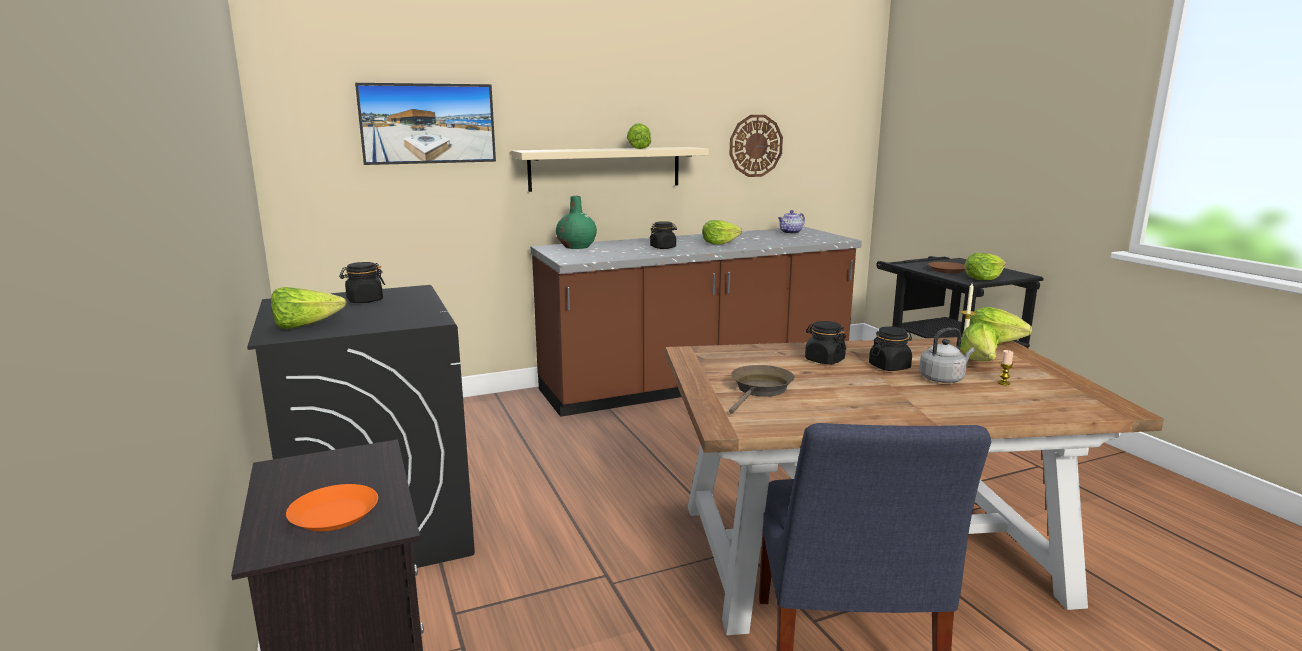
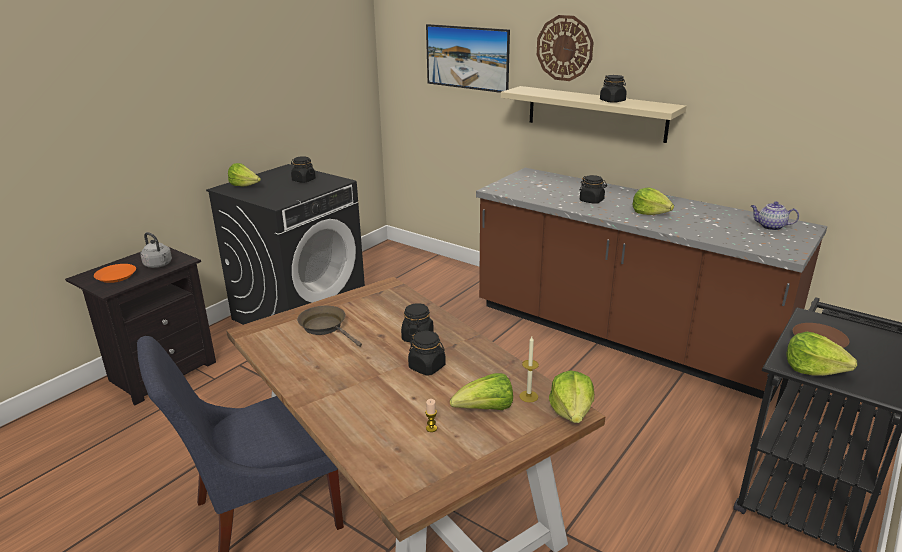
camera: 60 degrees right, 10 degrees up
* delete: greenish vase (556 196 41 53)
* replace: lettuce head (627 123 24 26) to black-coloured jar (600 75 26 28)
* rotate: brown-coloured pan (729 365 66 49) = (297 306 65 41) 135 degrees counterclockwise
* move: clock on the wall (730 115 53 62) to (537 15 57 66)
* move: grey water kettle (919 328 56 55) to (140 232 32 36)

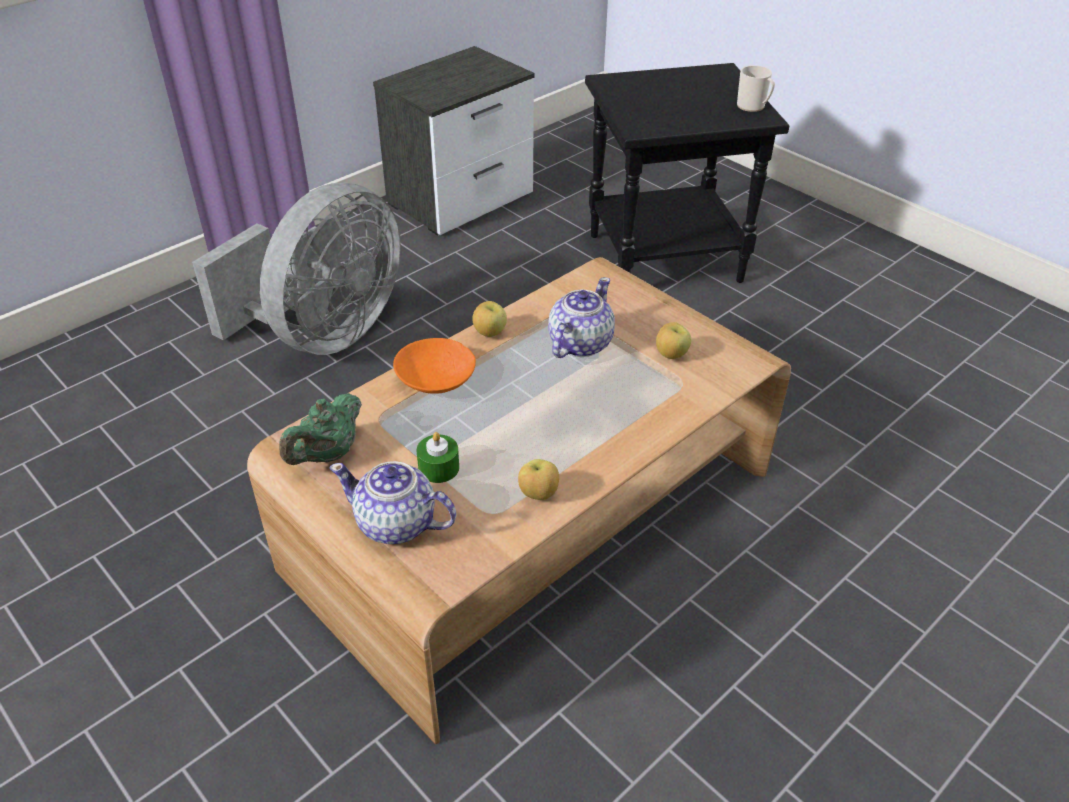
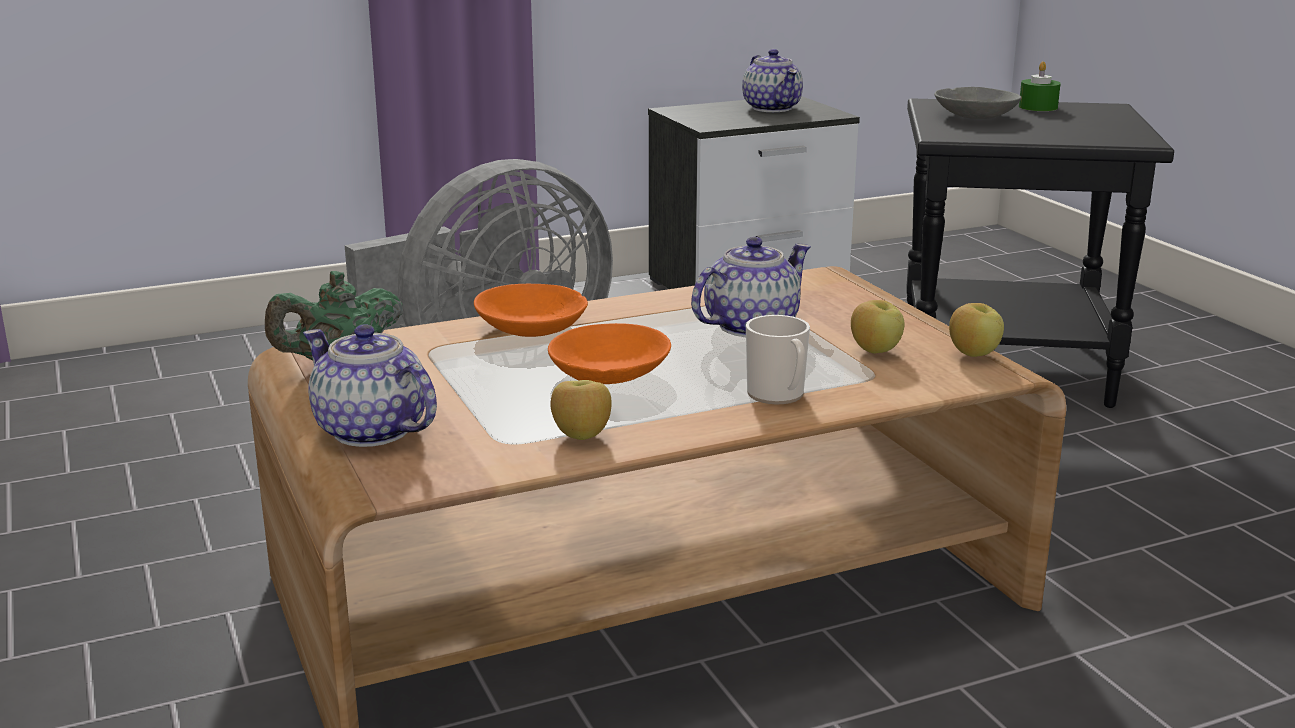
camera: 20 degrees right, 20 degrees down
* move: greenish wax candle (417 432 42 51) to (1019 61 42 50)
* move: whole apple (472 301 35 36) to (949 303 55 54)
* move: tea mug (737 65 38 47) to (746 315 64 89)
* insert: orangey bowl (548 323 123 61)
* insert: tea pot (742 49 61 63)
* insert: grey bowl (934 87 87 32)

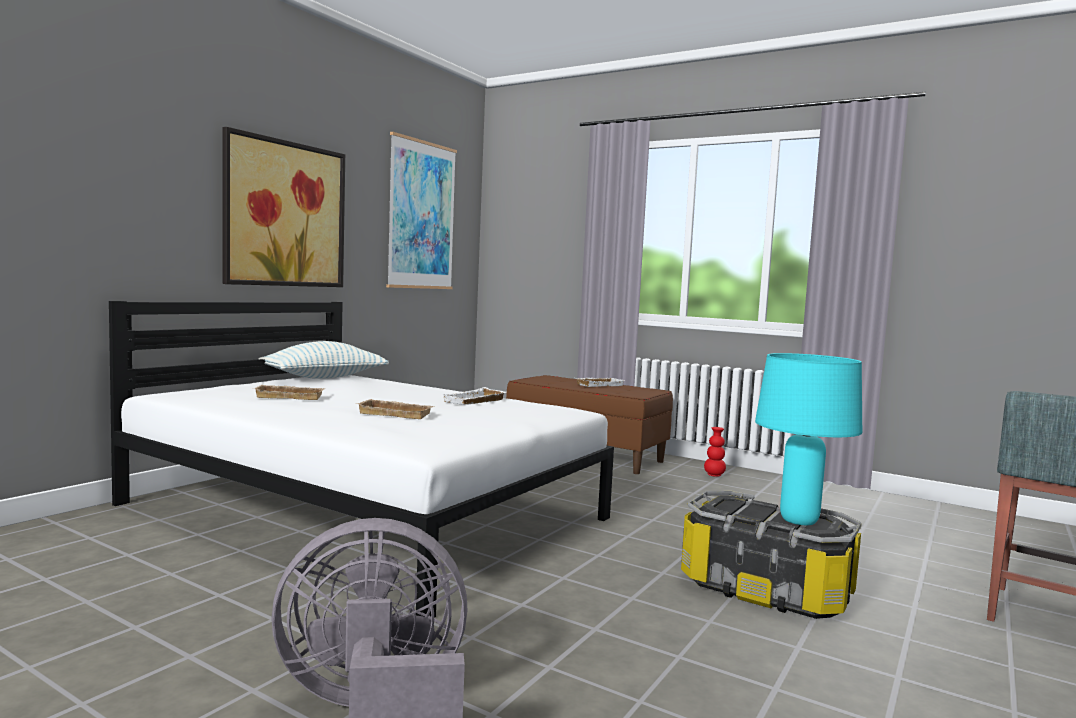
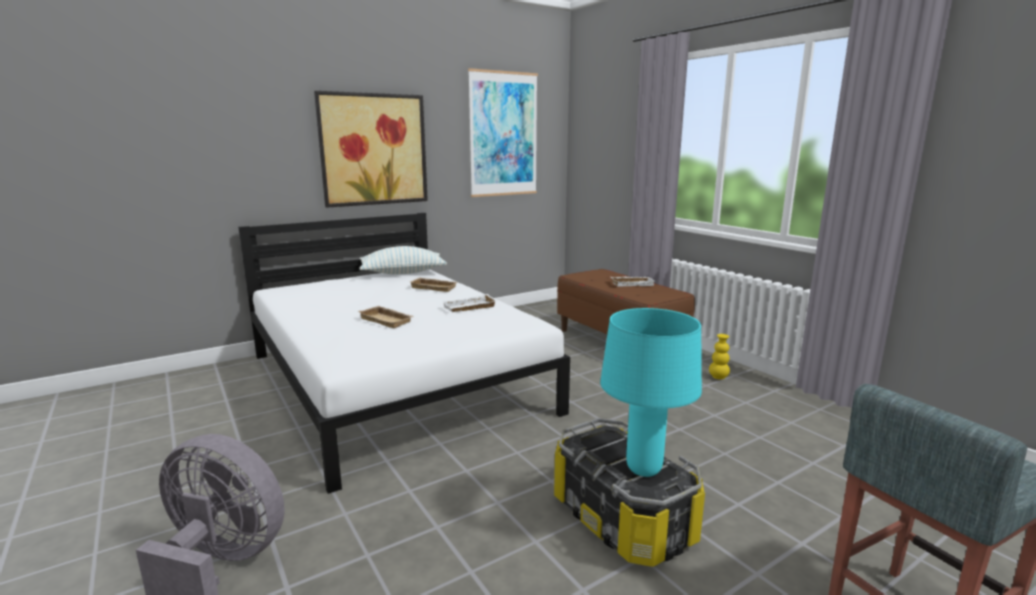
camera: 25 degrees right, 10 degrees up
* move: beige serving tray (253 385 73 15) to (411 278 47 14)
* recolor: reddish vase (704 427 22 50) to yellowish vase (709 334 21 46)

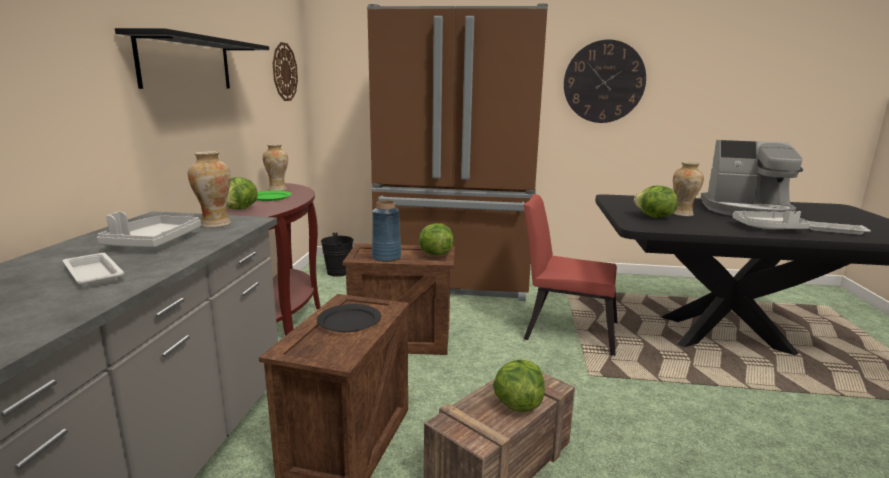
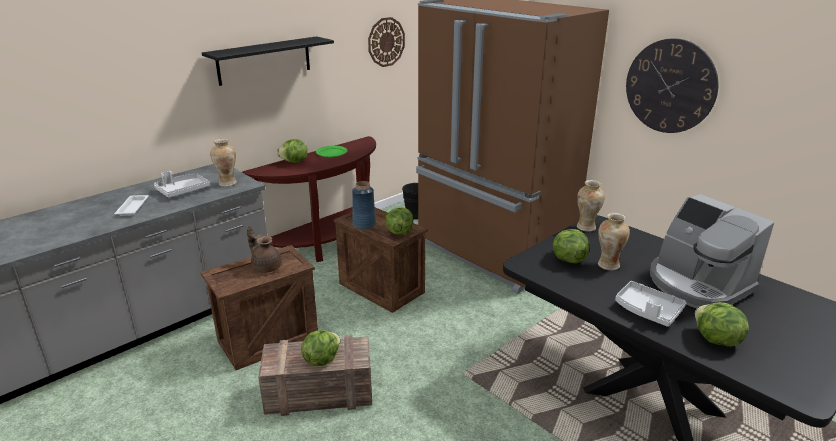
camera: 40 degrees right, 10 degrees up
* move: vase (263 144 25 47) to (577 180 28 52)
* replace: black-coloured plate (317 304 64 28) to brown-coloured tea pot (247 226 35 47)
* delete: reddish plain chair (524 194 93 162)
* replace: white serving tray (809 221 62 14) to lettuce head (695 302 54 45)

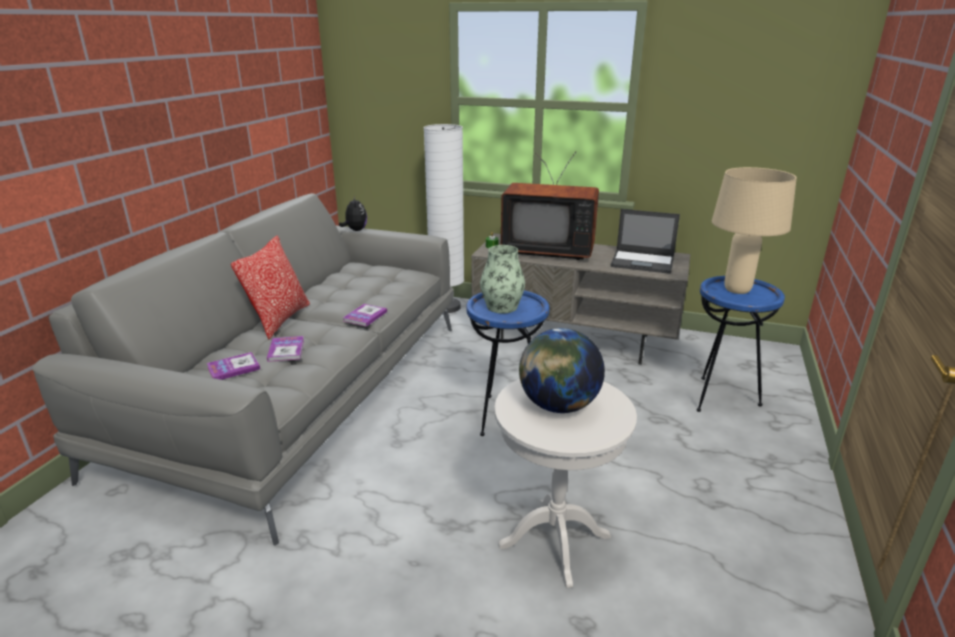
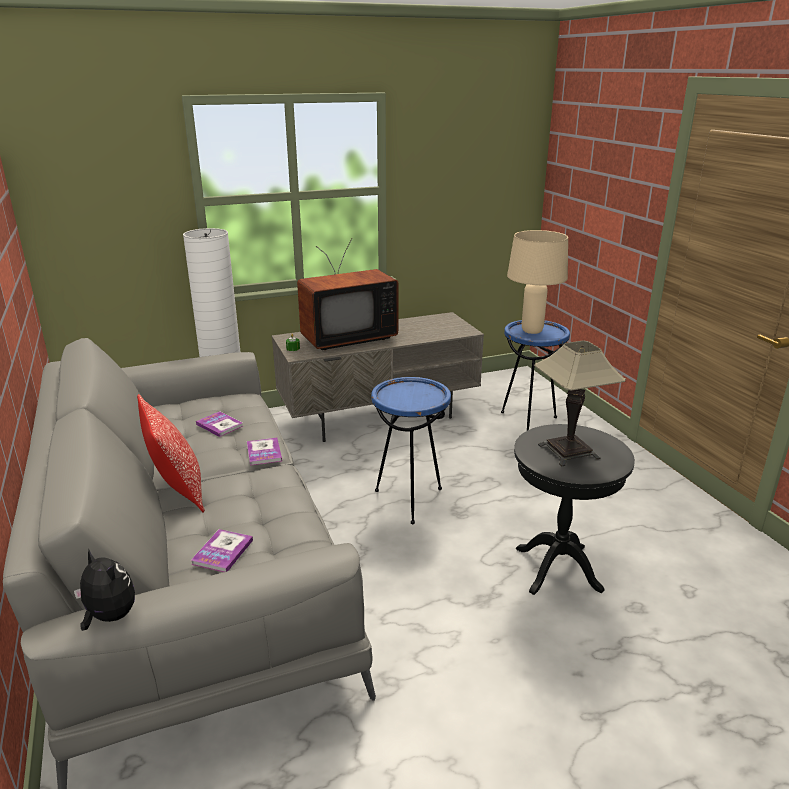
camera: 40 degrees left, 0 degrees up
* move: bound book (267 336 37 26) to (196 411 47 26)
* move: soft toy (339 196 28 35) to (74 550 61 81)
* delete: vase (480 245 45 68)
* recolor: white end table (495 379 142 209) to black-coloured end table (514 424 121 171)
* replace: world globe (519 328 86 85) to table lamp (534 340 92 127)
* delete: laptop (611 209 69 65)

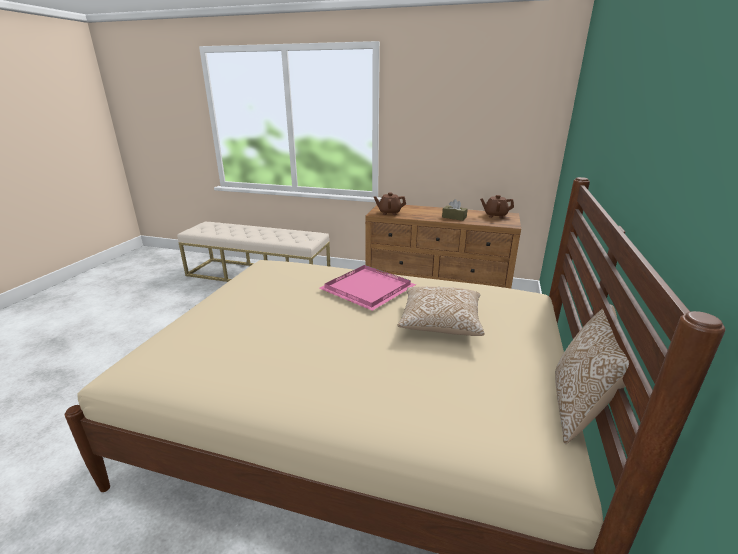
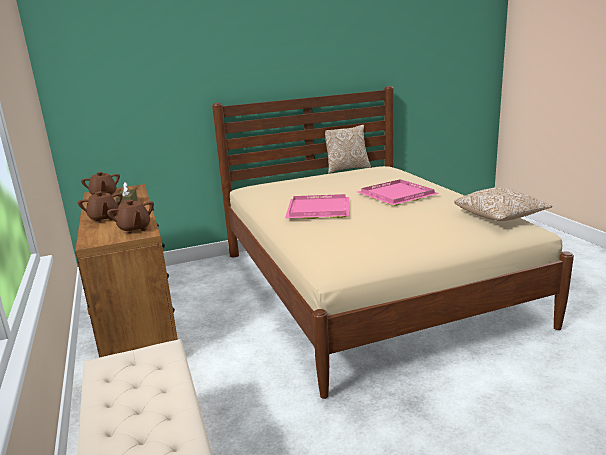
camera: 125 degrees left, 5 degrees down
* move: cushion (397 287 88 49) to (454 187 98 34)
* insert: brown-coloured tea pot (78 191 45 32)
* insert: pink-coloured serving tray (358 179 81 27)

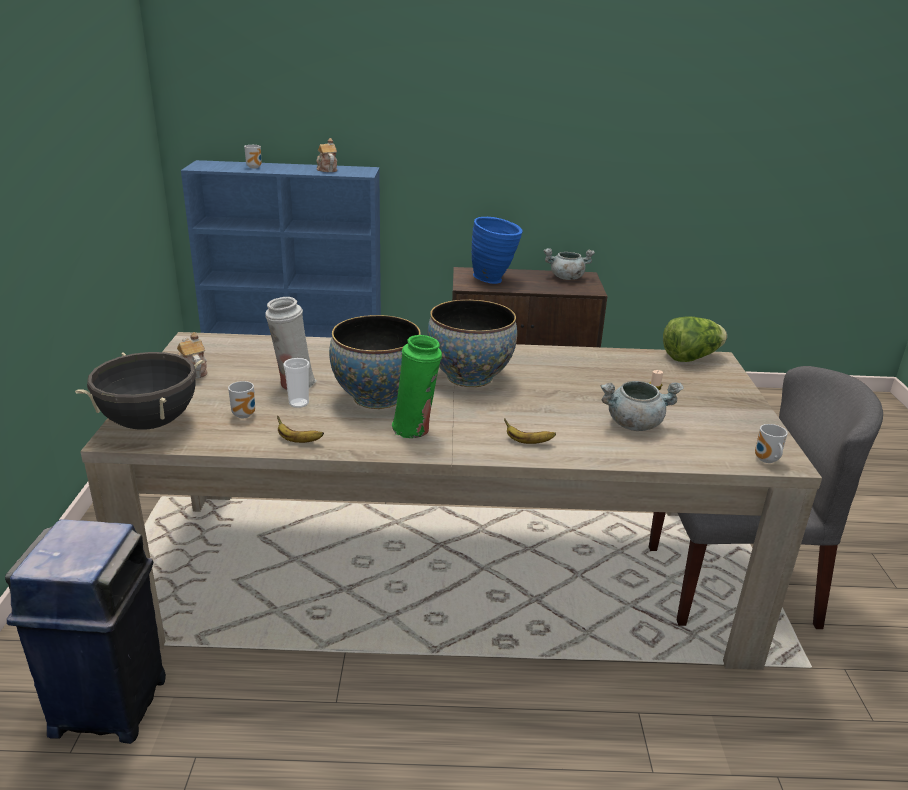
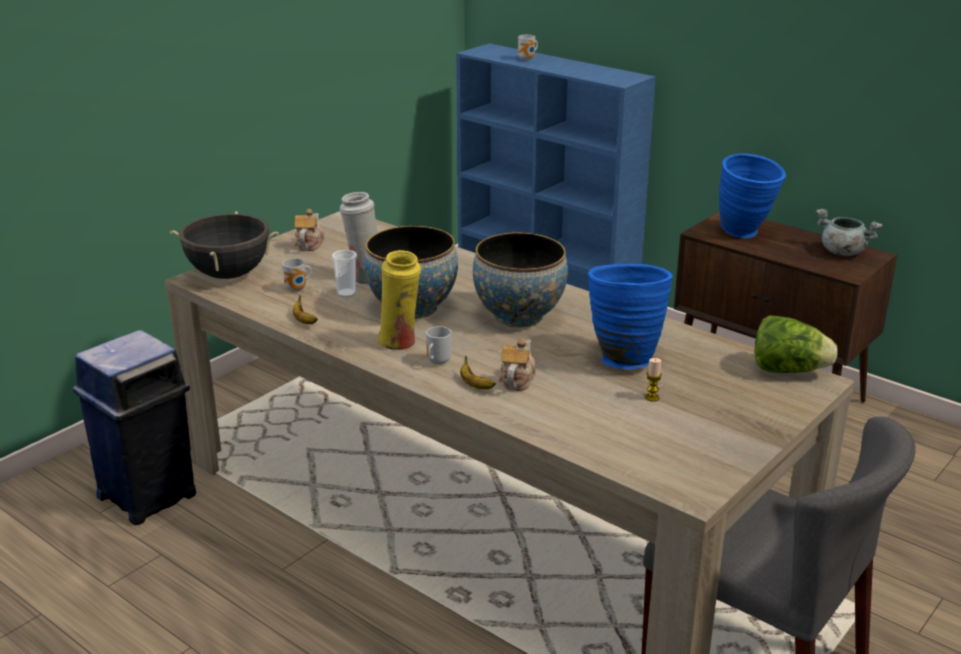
camera: 40 degrees right, 0 degrees up
* move: tea pot (316 138 21 34) to (499 338 37 53)
* recolor: greenish vase (392 335 50 103) to yellowish vase (377 250 44 100)
* delete: grey stockpot (601 381 83 50)
* move: tea mug (755 424 33 39) to (426 326 25 39)
* insert: blue vase (588 264 85 105)

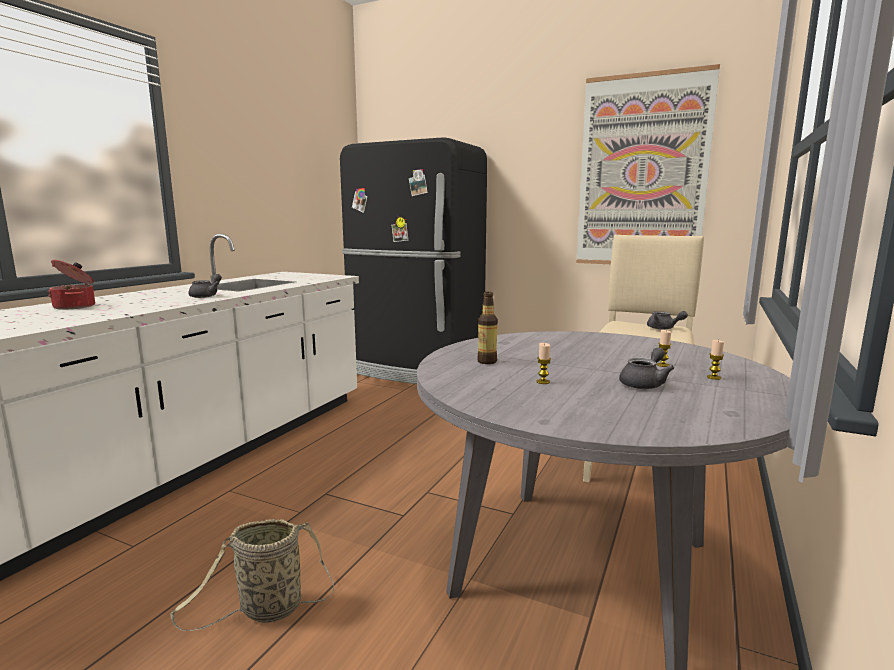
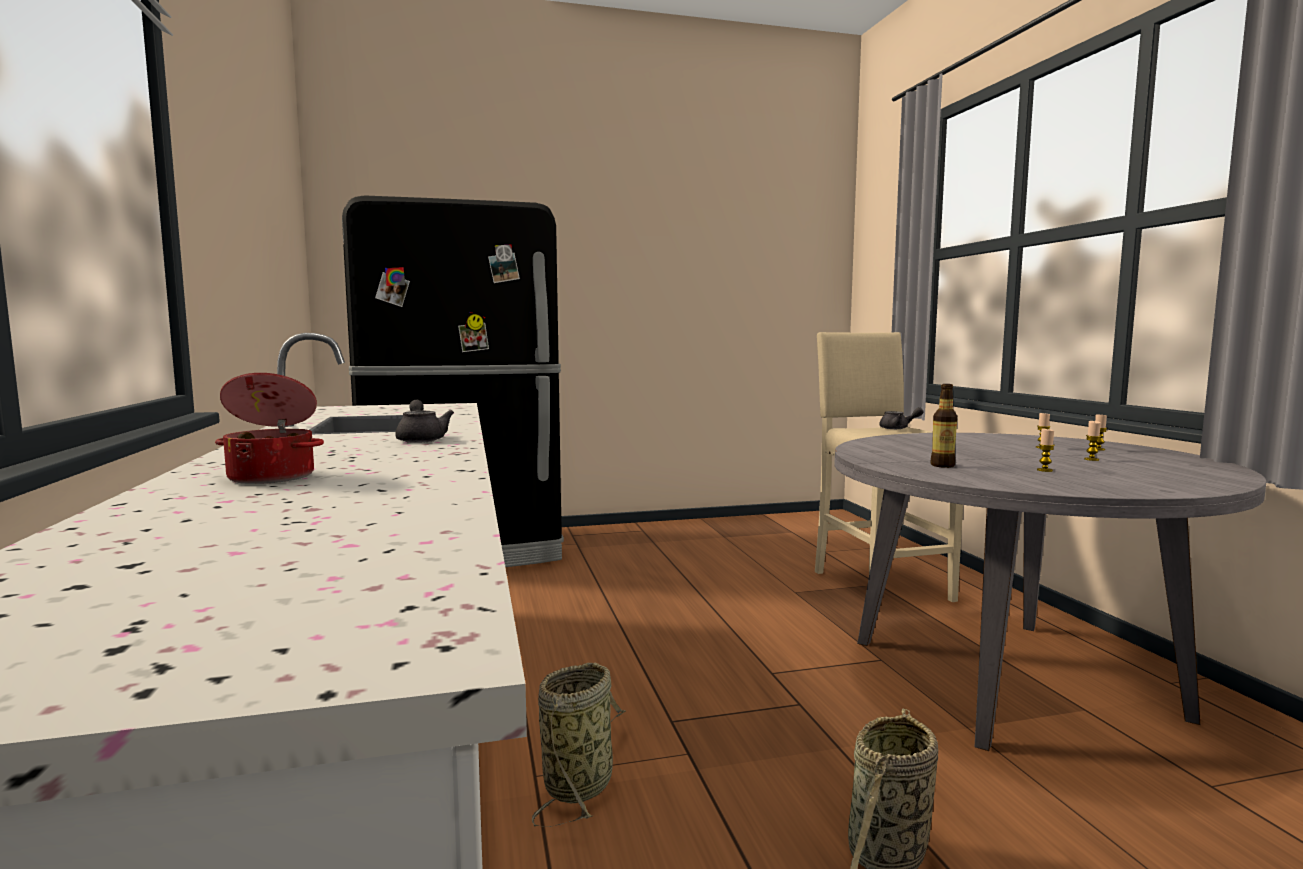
camera: 40 degrees left, 5 degrees down
* delete: picture (576 64 144 200)
* replace: grey tea pot (619 347 55 42) to wax candle (1084 421 17 40)
* insert: basket (532 663 94 164)

